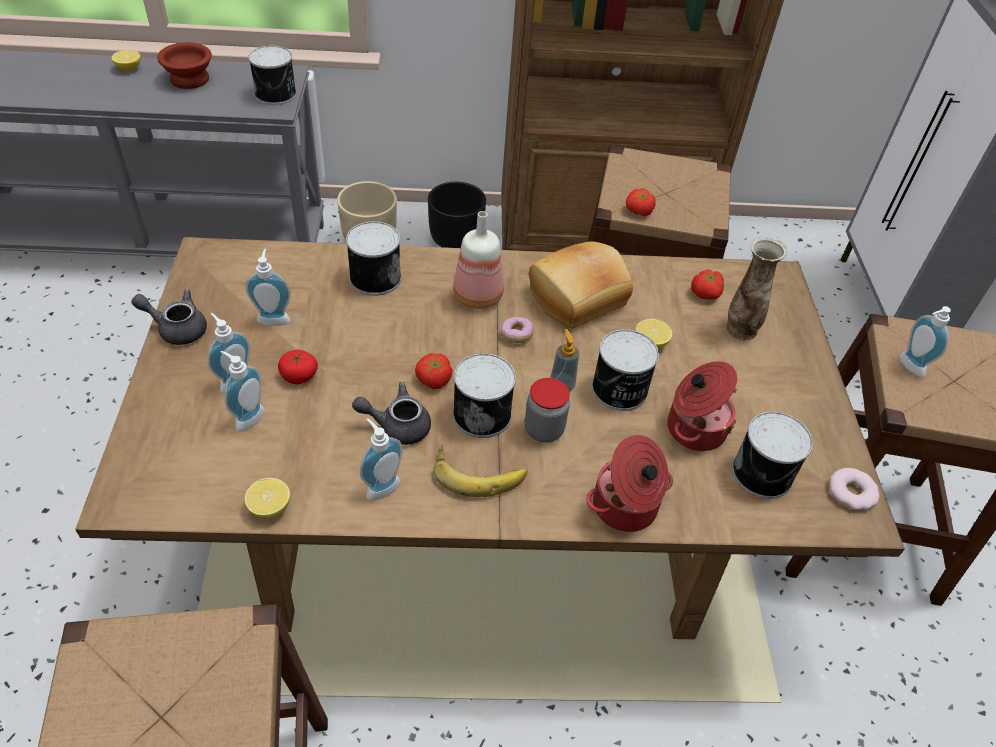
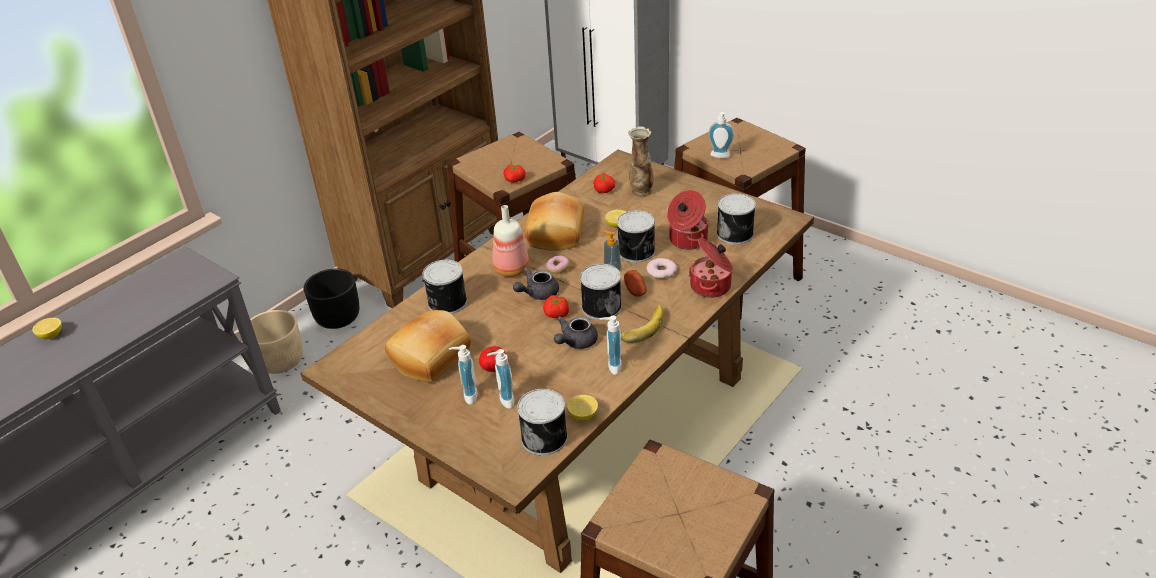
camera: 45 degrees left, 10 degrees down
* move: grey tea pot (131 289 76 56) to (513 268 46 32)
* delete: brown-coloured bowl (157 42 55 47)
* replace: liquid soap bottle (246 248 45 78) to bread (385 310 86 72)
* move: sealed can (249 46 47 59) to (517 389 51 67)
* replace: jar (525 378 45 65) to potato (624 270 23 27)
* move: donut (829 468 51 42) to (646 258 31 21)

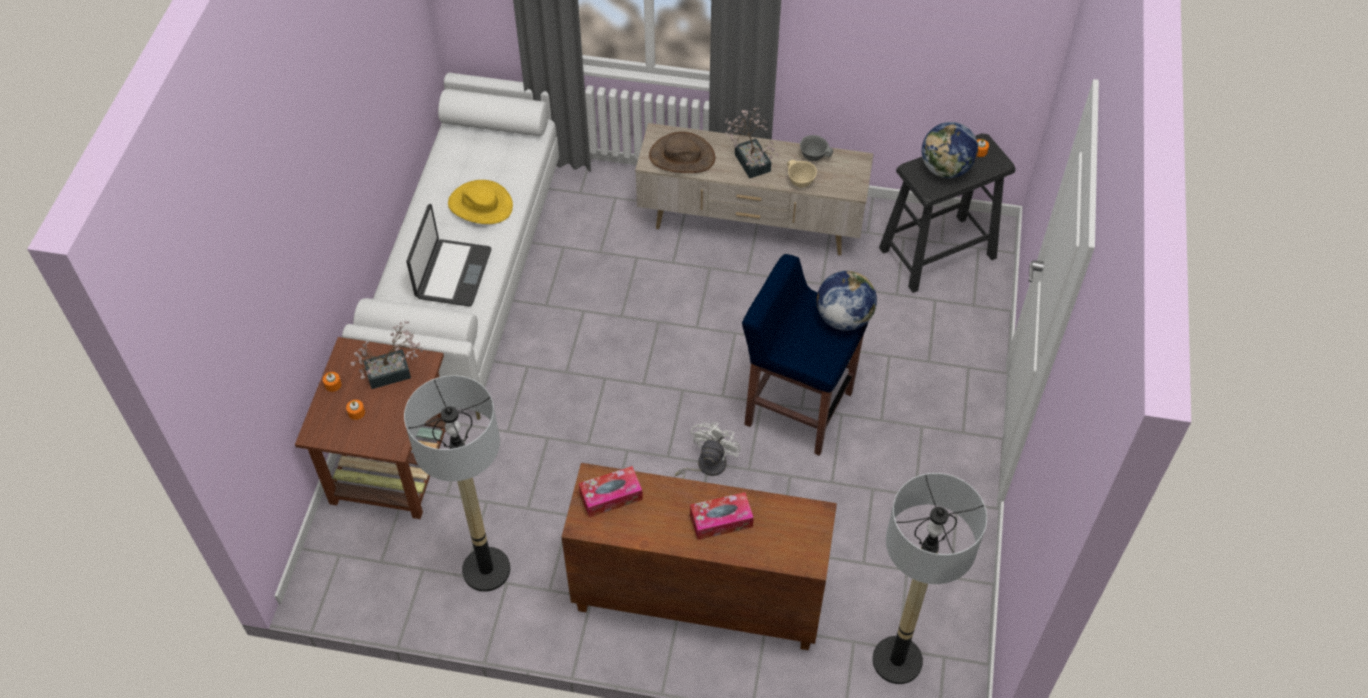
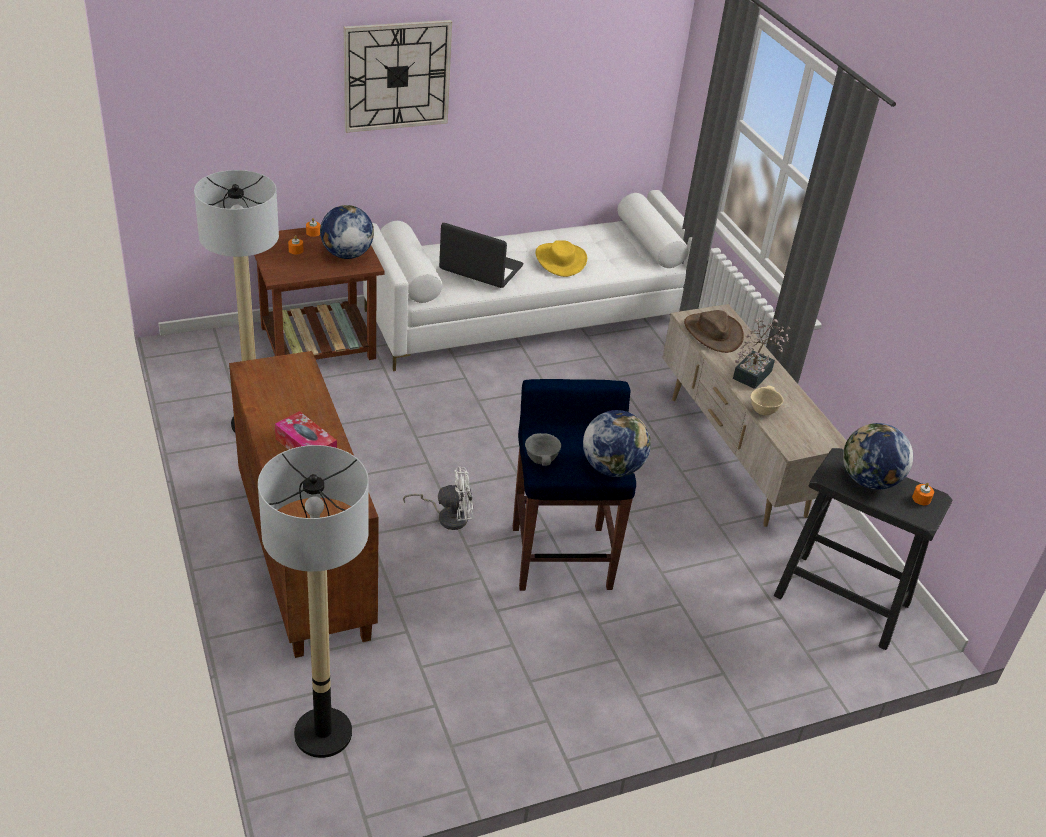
camera: 55 degrees right, 15 degrees down
* replace: potted plant (351 321 72 68) to world globe (320 205 54 54)
* rotate: laptop (406 204 85 102) = (439 223 84 65) 135 degrees counterclockwise
* delete: tissue holder (579 466 64 51)
* move: grey bowl (800 135 33 26) to (525 433 36 33)
* insert: clock on the wall (344 20 108 113)

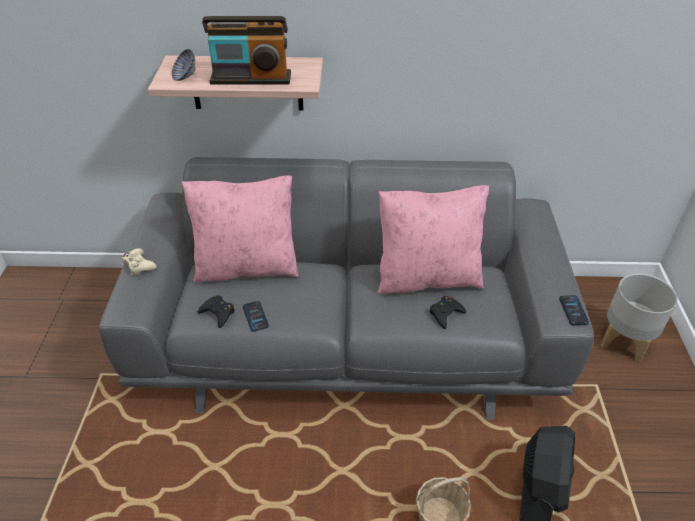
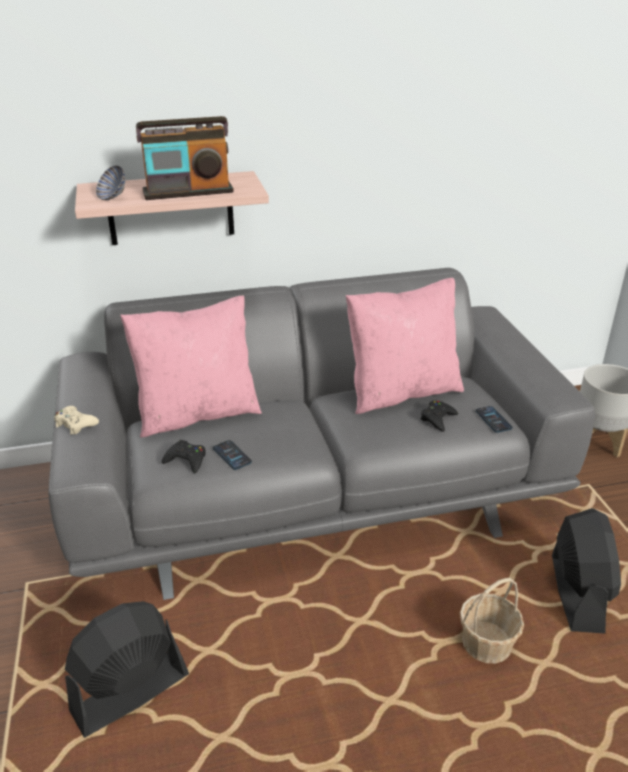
camera: 15 degrees left, 10 degrees down
* move: handset (559 295 30 30) to (476 406 36 27)
* insert: black-coloured fan (65 601 124 137)

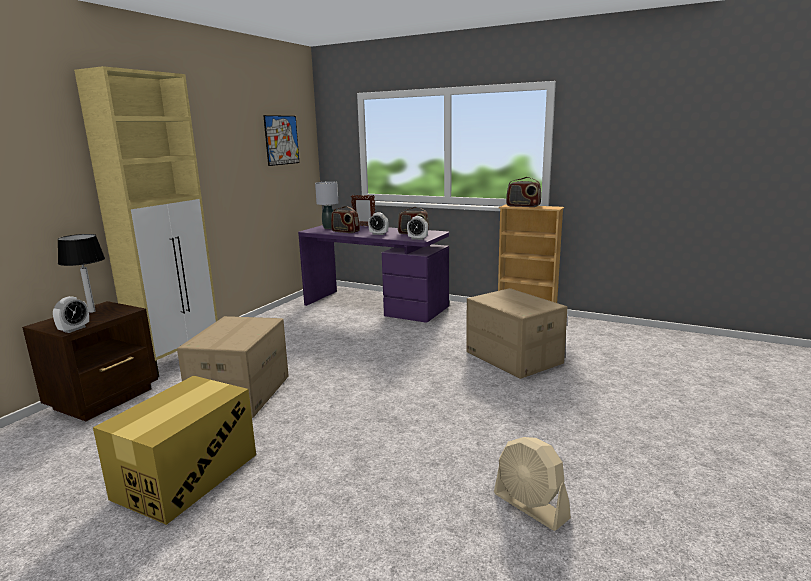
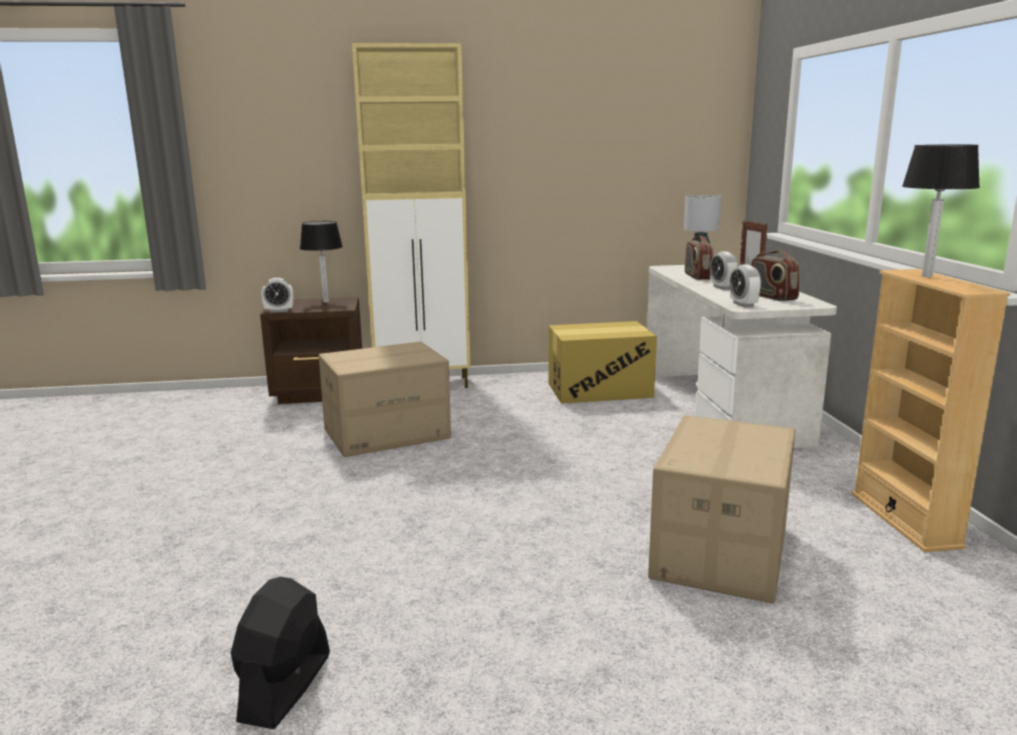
camera: 55 degrees right, 0 degrees up
* move: cardboard box (93 376 163 149) to (548 321 109 83)
* delete: picture (263 115 36 51)
* recolor: purple-coloured desk unit (298 225 151 98) to white desk unit (647 265 190 183)
* recolor: beige fan (494 437 77 94) to black-coloured fan (231 577 99 152)
* replace: radio (506 177 35 30) to table lamp (902 145 78 132)

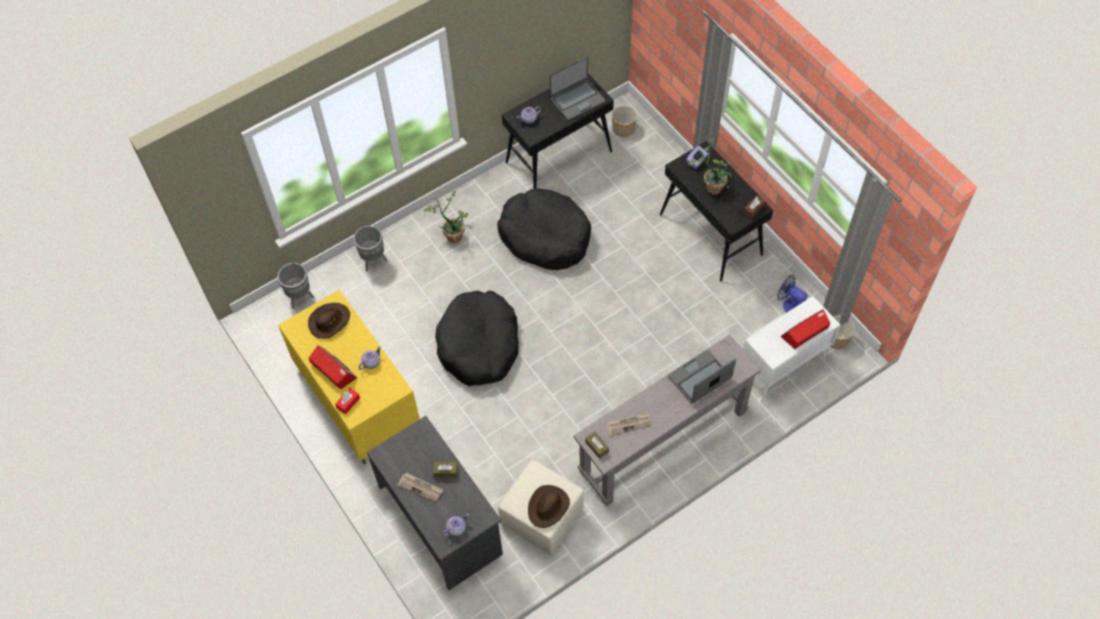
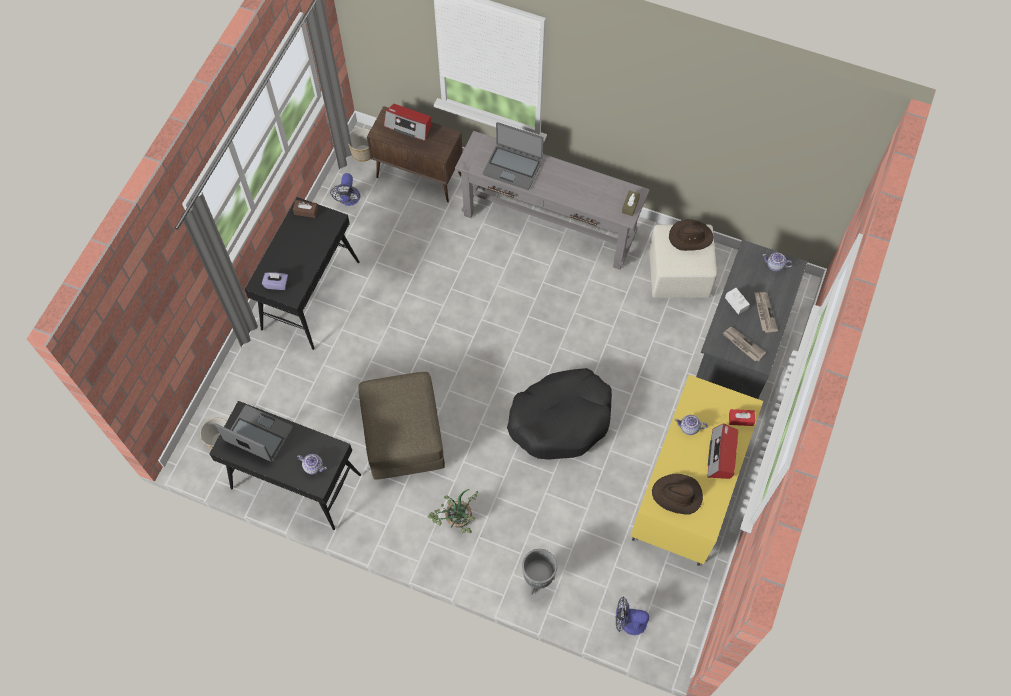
camera: 125 degrees left, 5 degrees up
* replace: grey flower pot (277 263 37 46) to fan (616 596 33 39)
* recolor: brown-coloured tissue holder (433 462 25 15) to white tissue holder (725 288 25 27)
* replace: black-coloured pet bed (497 189 94 81) to brown-coloured ottoman (358 372 87 108)
* move: daily paper (607 412 44 24) to (723 327 43 35)
* delete: potted plant (689 138 42 57)
* recolor: white cupboard (743 296 97 106) to brown-coloured cupboard (367 106 96 96)

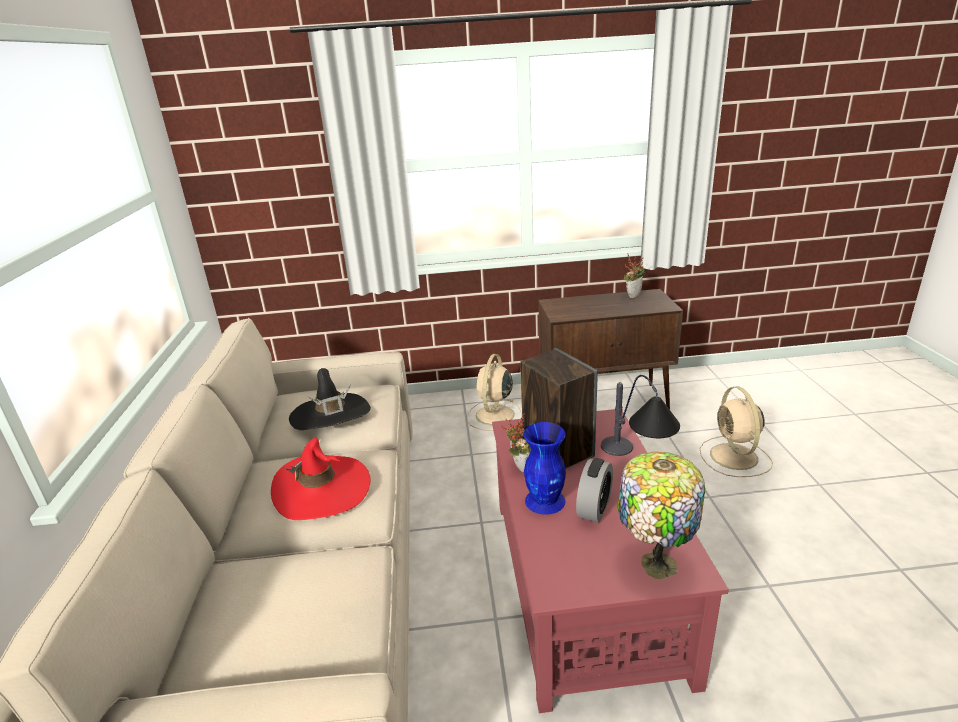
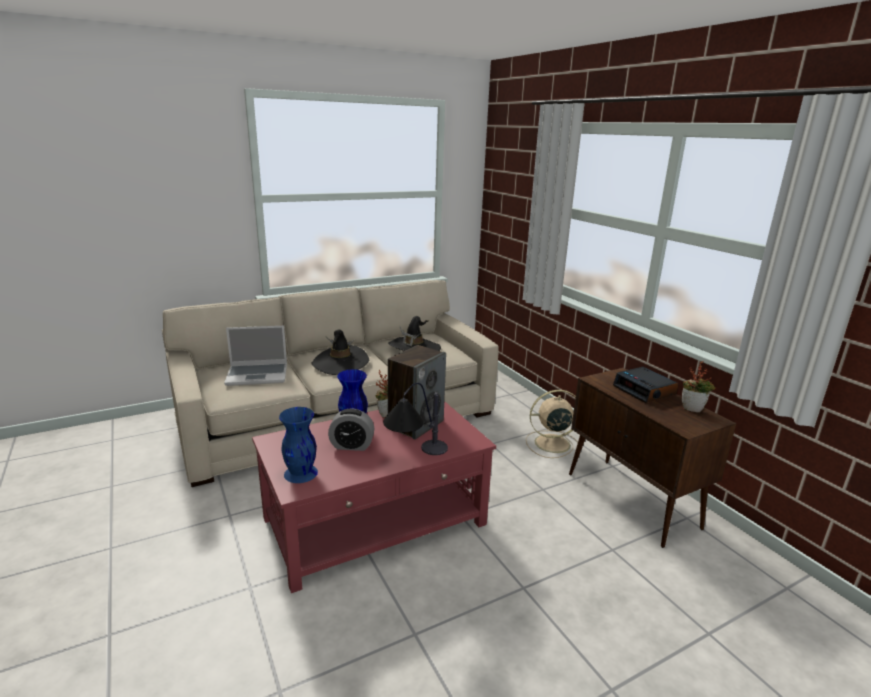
camera: 65 degrees right, 5 degrees down
* recolor: reddish wearable hat (271 438 99 82) to black-coloured wearable hat (311 330 58 45)
* replace: table lamp (618 452 87 127) to blue vase (279 407 39 76)
* delete: beige fan (700 386 73 91)
* insert: laptop (224 326 63 60)
* insert: alarm clock (613 367 66 36)

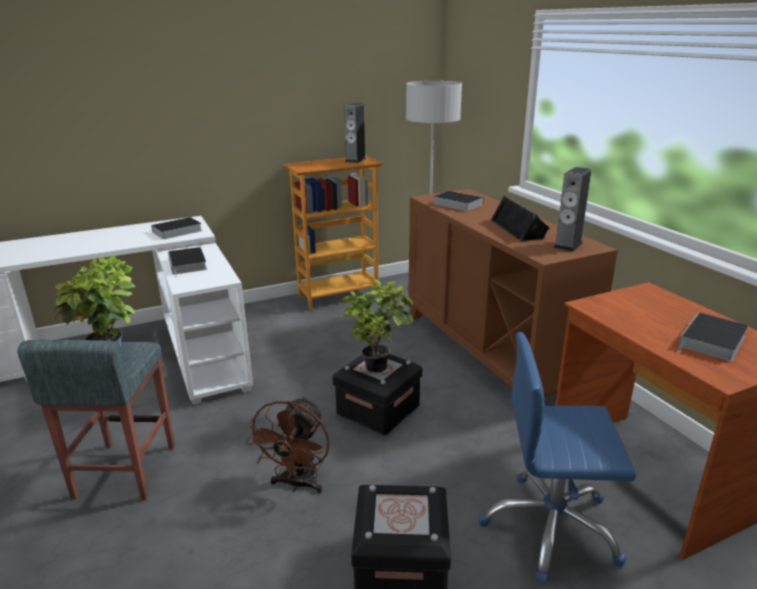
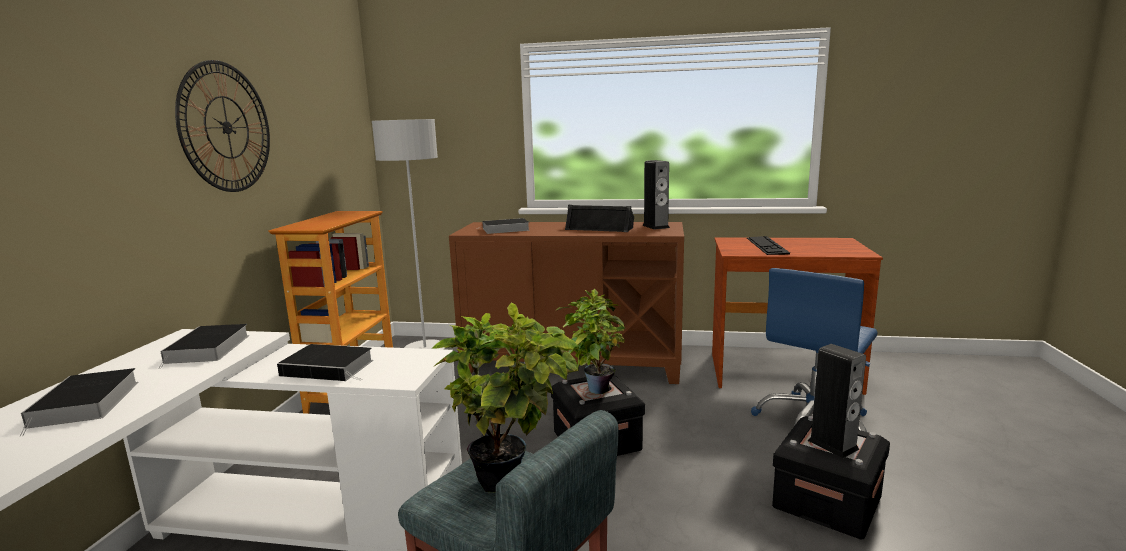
camera: 55 degrees left, 10 degrees down
* delete: brown-coloured fan (246 396 84 98)
* move: speaker (344 103 22 60) to (807 344 59 114)
* move: bound book (678 312 70 50) to (20 368 119 68)
* insert: clock on the wall (175 60 95 132)
* insert: keyboard (747 236 43 19)

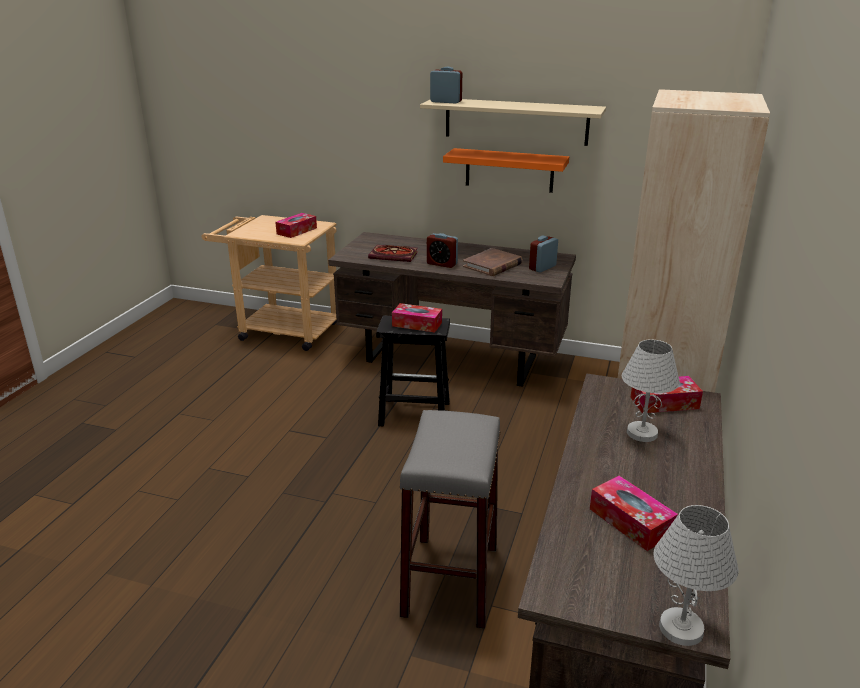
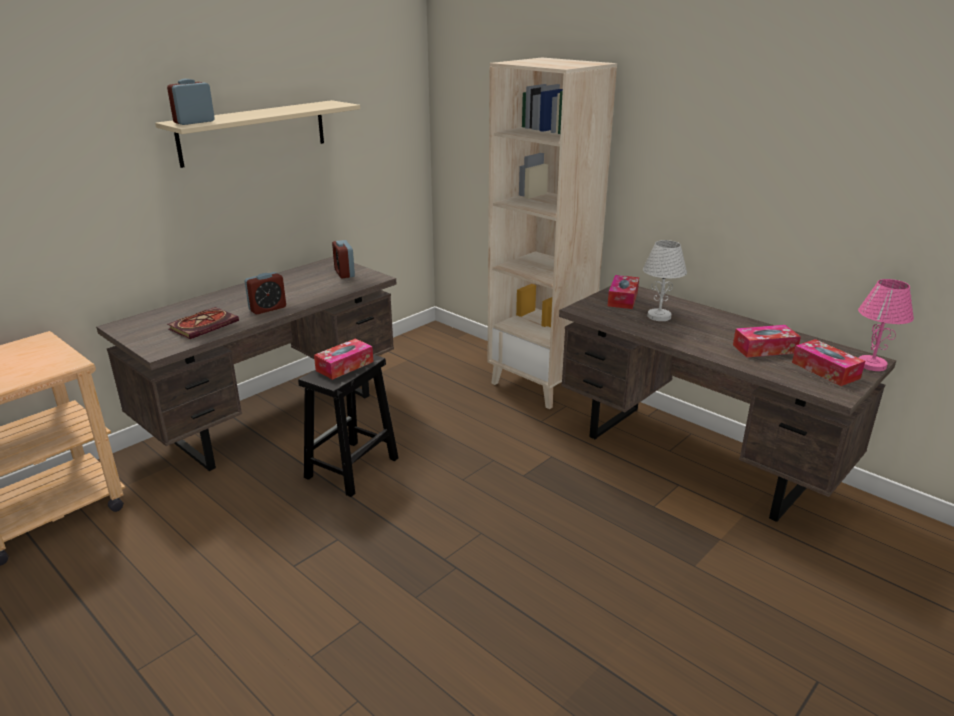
camera: 65 degrees left, 0 degrees up
* move: tissue holder (275 213 42 25) to (792 339 73 47)
* delete: grey sitting stool (399 410 102 219)
* delete: orangey shelf (443 148 126 45)
* delete: brown-coloured bound book (463 248 60 28)
* recolor: white table lamp (654 505 84 141) to pink-coloured table lamp (858 279 56 92)

